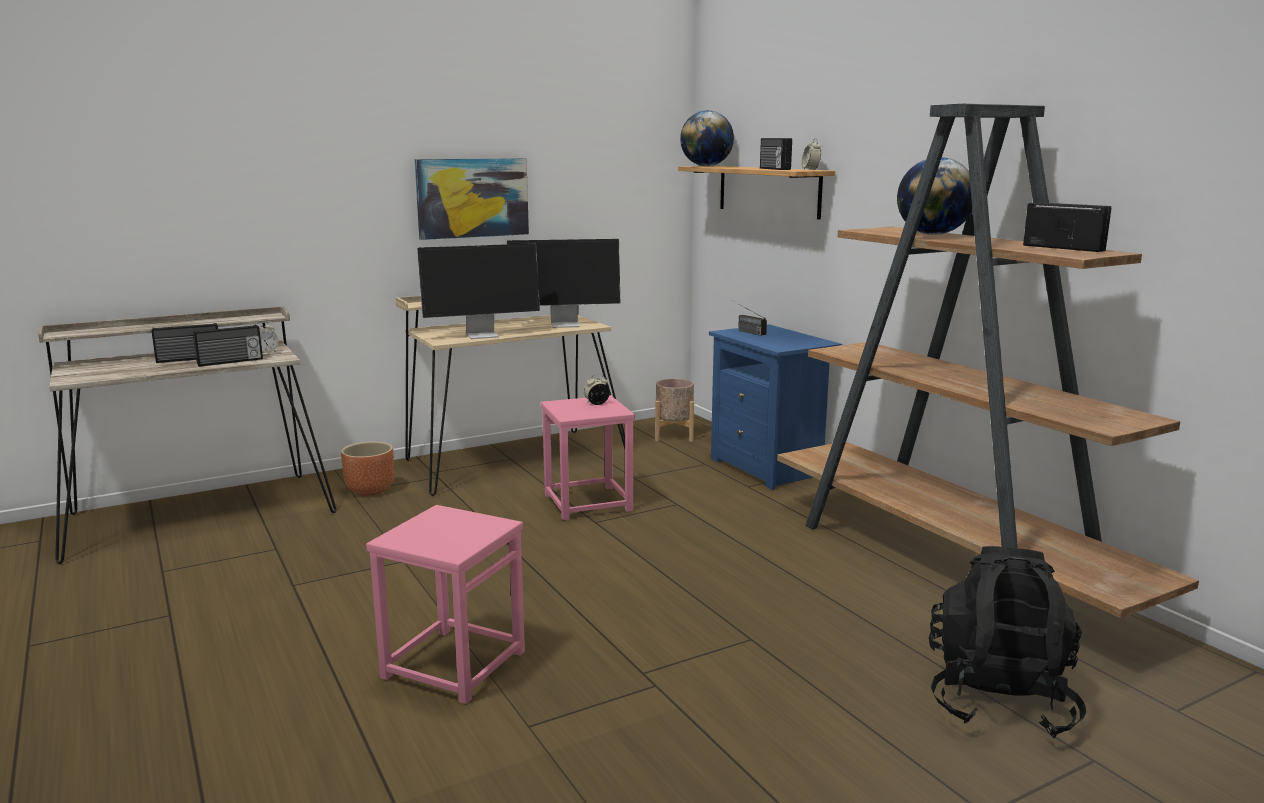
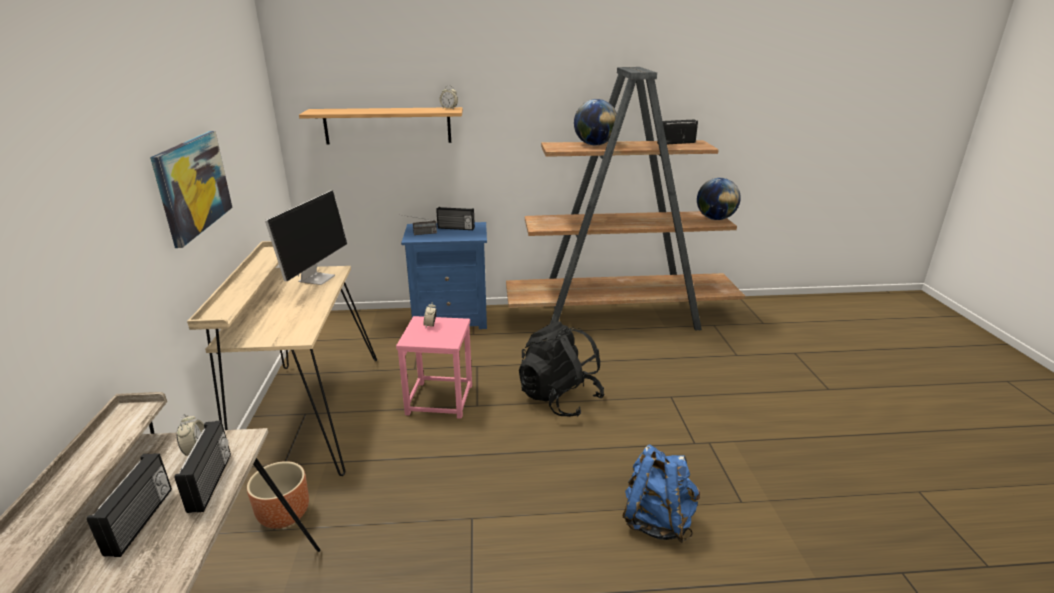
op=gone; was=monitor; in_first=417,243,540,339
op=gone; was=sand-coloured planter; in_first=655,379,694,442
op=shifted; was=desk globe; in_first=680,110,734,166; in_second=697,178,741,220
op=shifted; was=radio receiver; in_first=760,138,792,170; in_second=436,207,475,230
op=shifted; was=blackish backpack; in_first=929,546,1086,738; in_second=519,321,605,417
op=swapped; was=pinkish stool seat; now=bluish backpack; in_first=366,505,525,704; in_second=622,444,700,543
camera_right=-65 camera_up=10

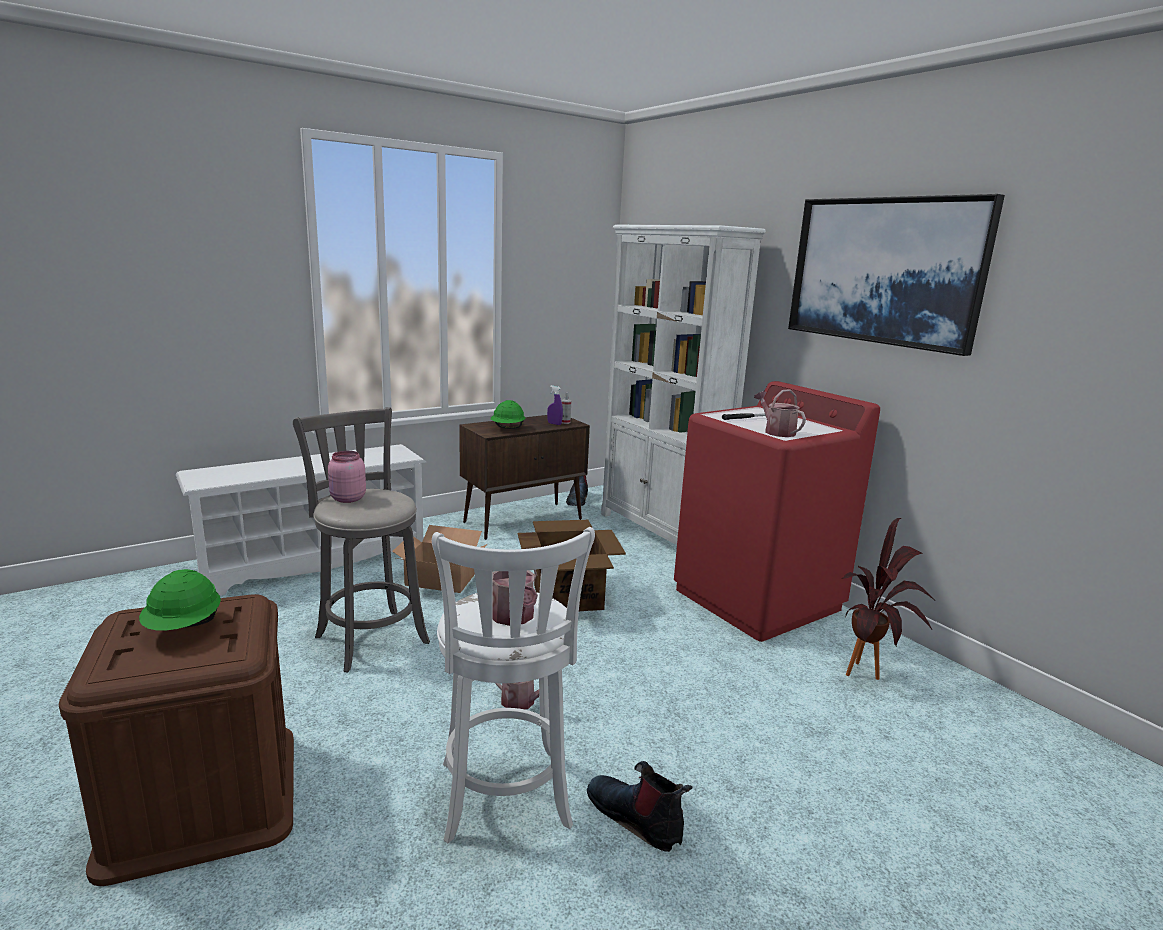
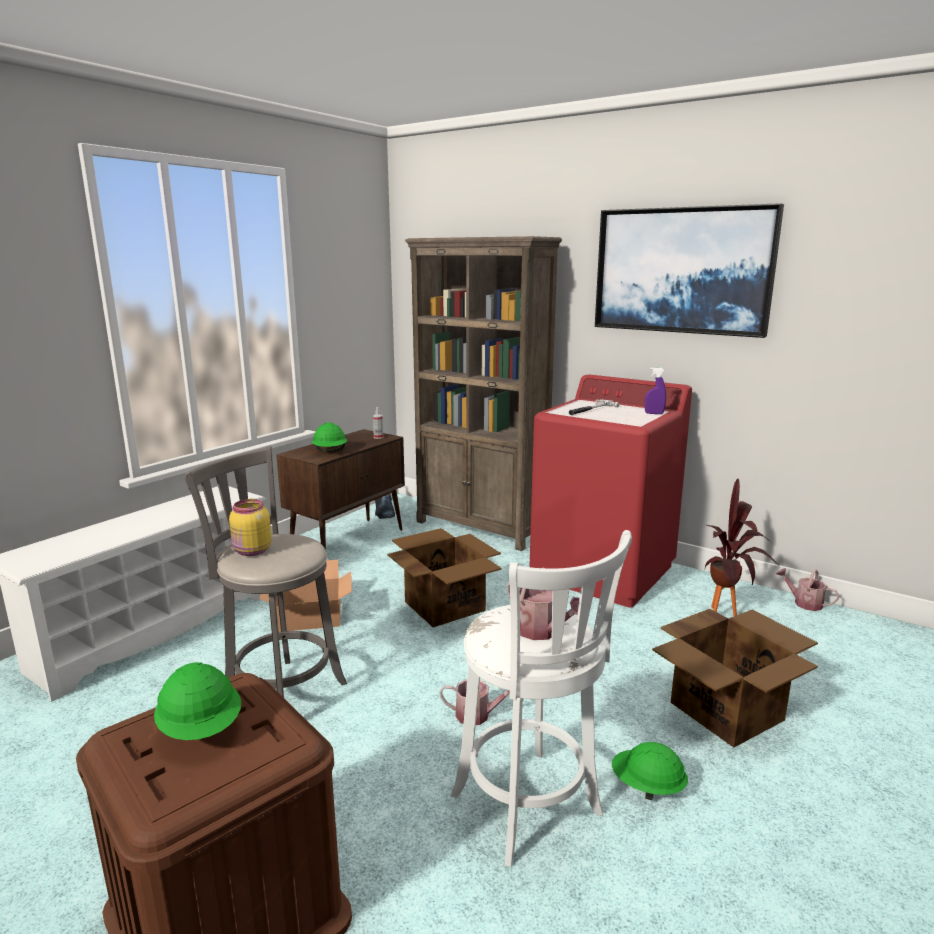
op=new; now=carton; in_second=652,609,818,748
op=shifted; was=purple-coloured spray bottle; in_first=547,385,563,425; in_second=645,367,666,414
op=shifted; was=watering can; in_first=754,389,806,437; in_second=776,568,840,611
op=swapped; was=high-top boot; now=green hard hat; in_first=587,761,692,852; in_second=612,742,688,800
op=repainted; was=pinkish storage jar; now=yellow-coloured storage jar; in_first=328,451,366,503; in_second=229,499,272,556
op=repainted; was=whitish bookshelf; now=brownish bookshelf; in_first=601,225,766,545; in_second=405,236,562,551
camera_right=-20 camera_up=0

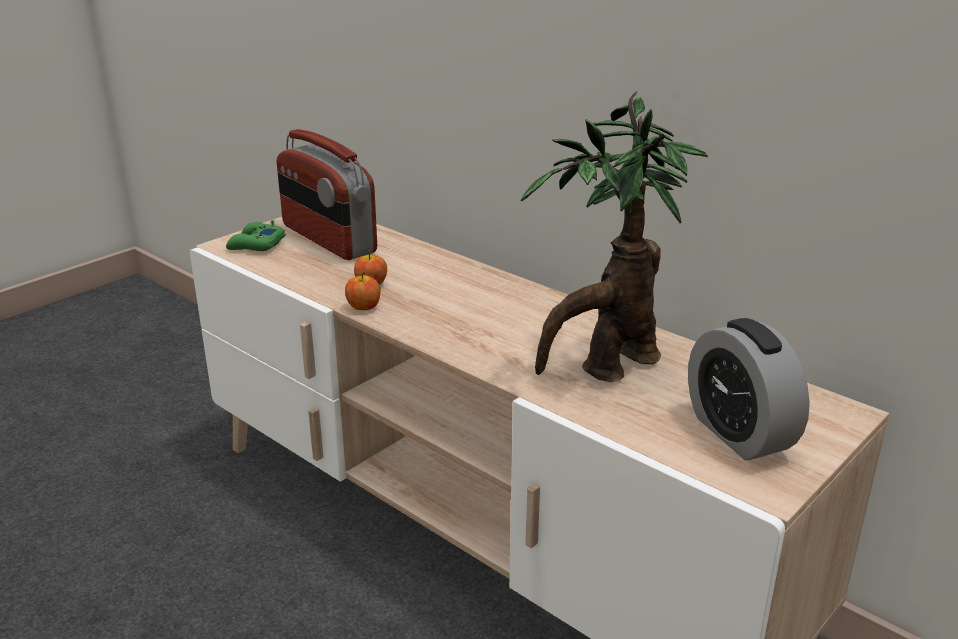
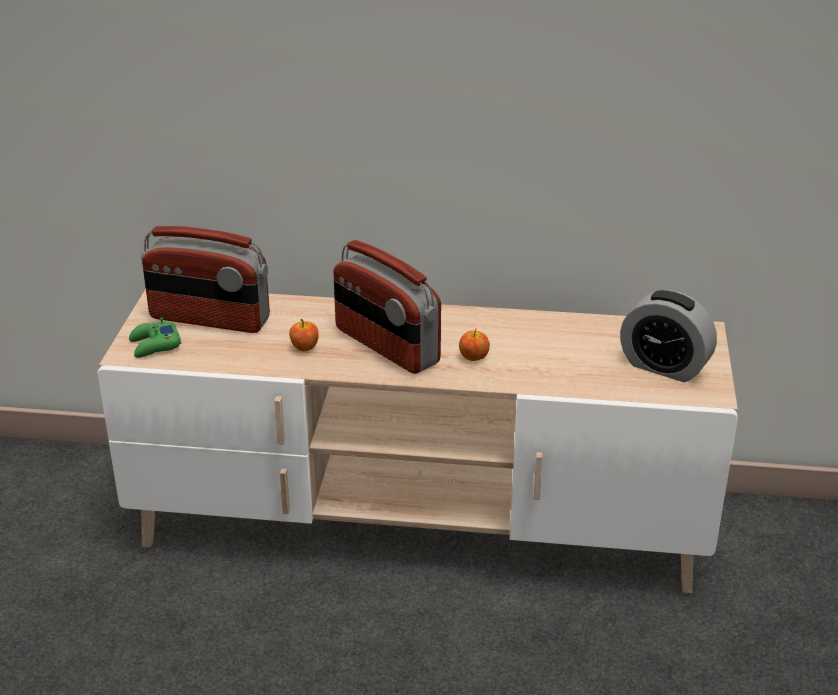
op=gone; was=potted plant; in_first=521,91,708,382
op=new; now=radio receiver; in_second=333,240,441,374
op=shifted; was=apple; in_first=345,272,381,310; in_second=459,329,490,361
camera_right=-35 camera_up=5

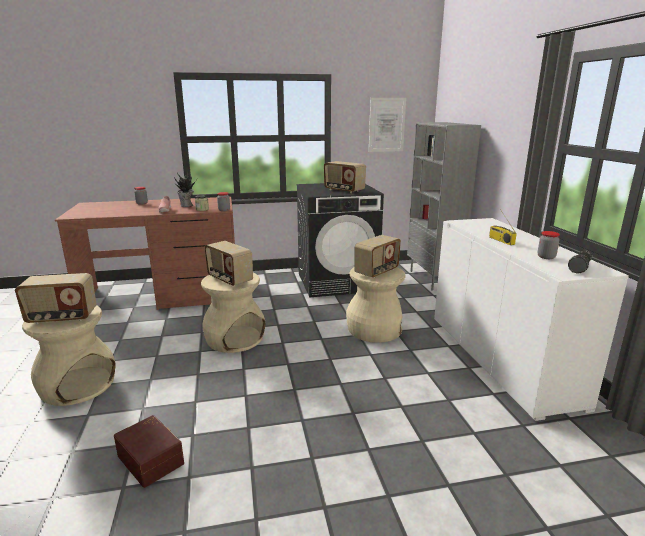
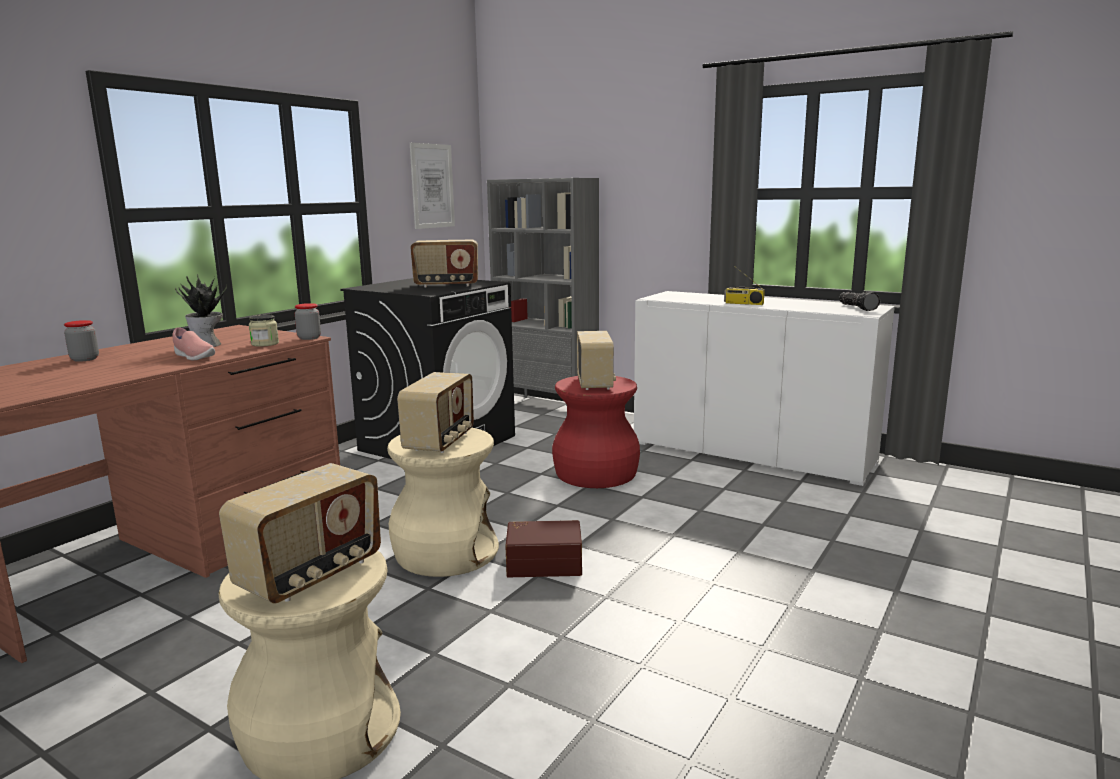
op=gone; was=storage jar; in_first=538,231,560,259
op=shifted; was=brownish storage container; in_first=114,415,184,488; in_second=505,520,582,577
op=repainted; was=sand-coloured stool seat; now=red stool seat; in_first=346,267,405,343; in_second=552,376,640,488
op=rotated; was=radio receiver; in_first=205,241,253,287; in_second=397,372,474,453; clockwise=-75
camera_right=-45 camera_up=-5

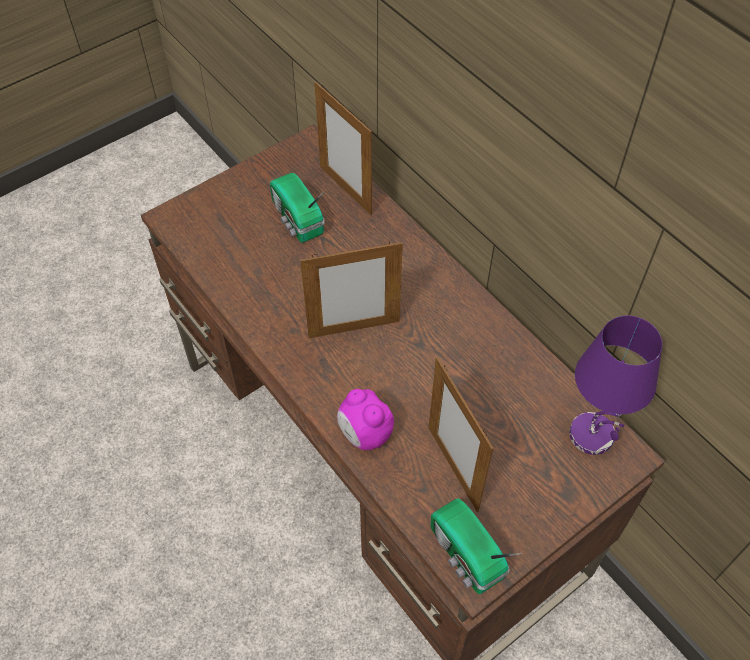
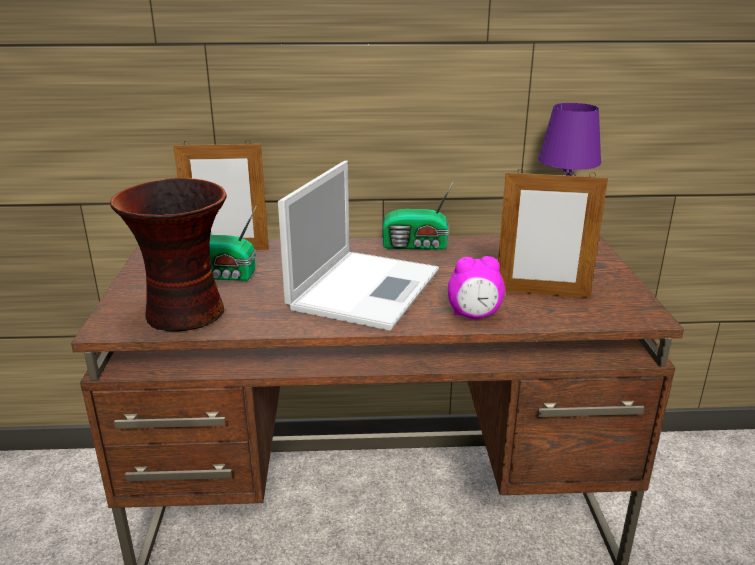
op=new; now=flower vase; in_second=110,178,227,332
op=shifted; was=radio receiver; in_first=430,498,522,594; in_second=383,181,454,250
op=swapped; was=standing frame; now=laptop; in_first=300,241,403,338; in_second=278,161,439,331
camera_right=-55 camera_up=-30

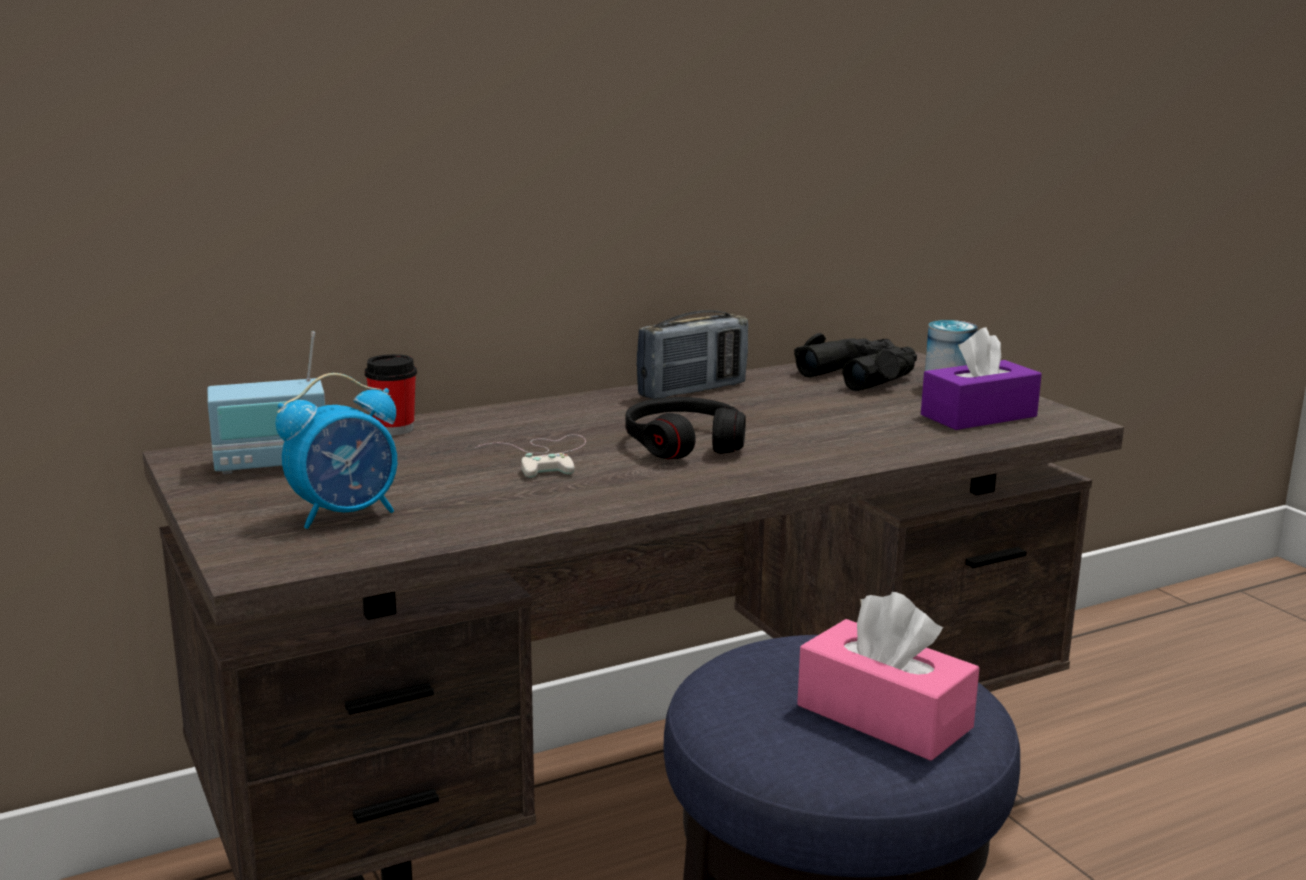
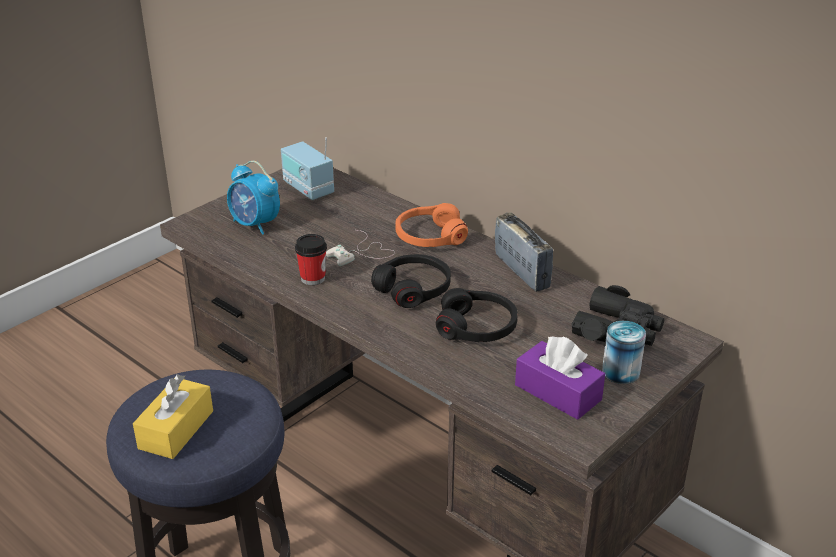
op=new; now=orange-coloured headset; in_second=395,203,468,247
op=new; now=blackish headset; in_second=436,288,518,342
op=shifted; was=cup; in_first=365,354,417,435; in_second=295,234,327,285
op=repainted; was=pinkish tissue holder; now=yellow-coloured tissue holder; in_first=797,592,980,761; in_second=133,374,213,459
op=rotated; was=radio receiver; in_first=636,310,748,399; in_second=495,212,553,292; clockwise=-150
camera_right=70 camera_up=15

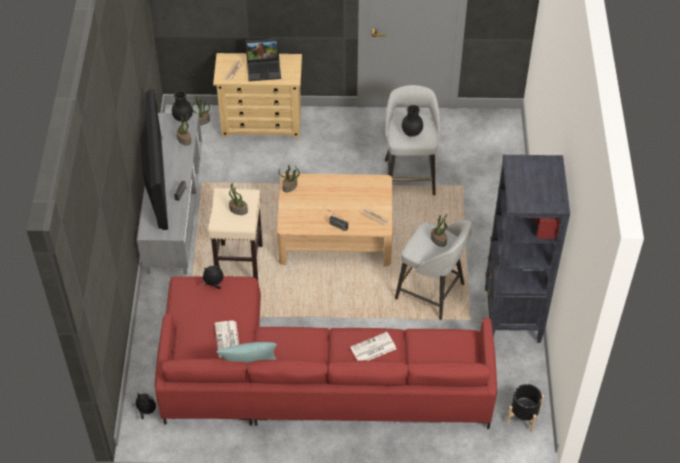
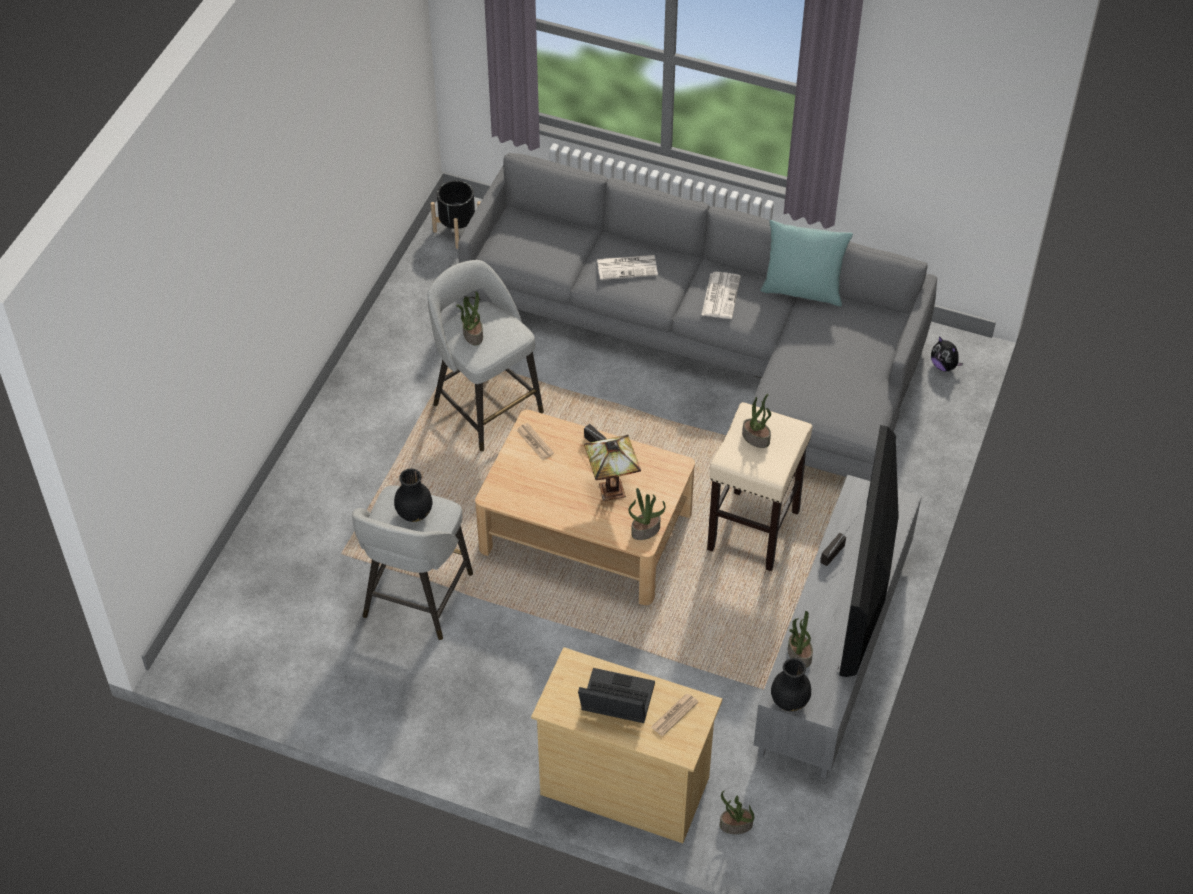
op=gone; was=plush toy; in_first=202,265,223,289
op=gone; was=blackish bookshelf; in_first=485,155,570,343
op=new; now=table lamp; in_second=584,435,641,501
op=shifted; was=printed paper; in_first=215,321,239,357; in_second=702,272,741,319
op=repainted; was=red couch; now=grey couch; in_first=155,276,497,429; in_second=458,153,937,481
camera_right=-160 camera_up=0

